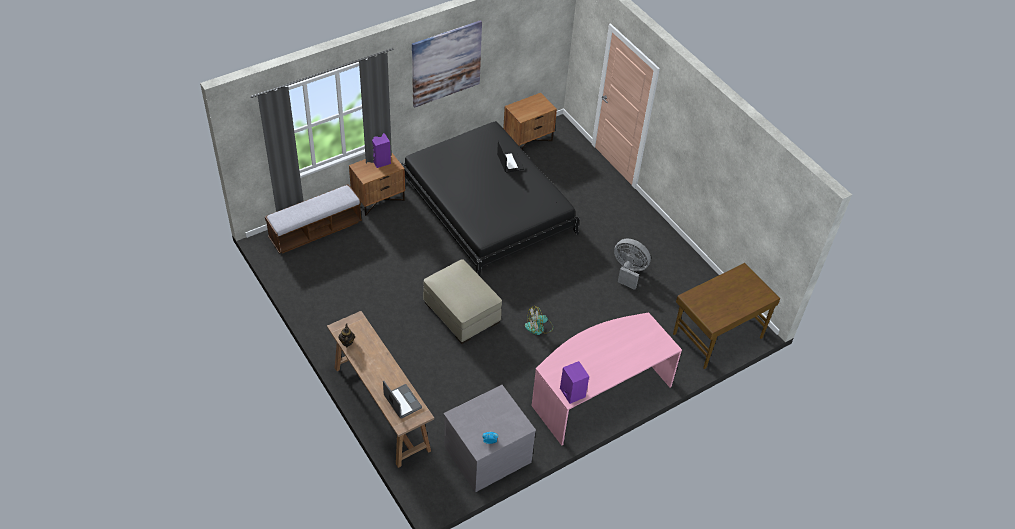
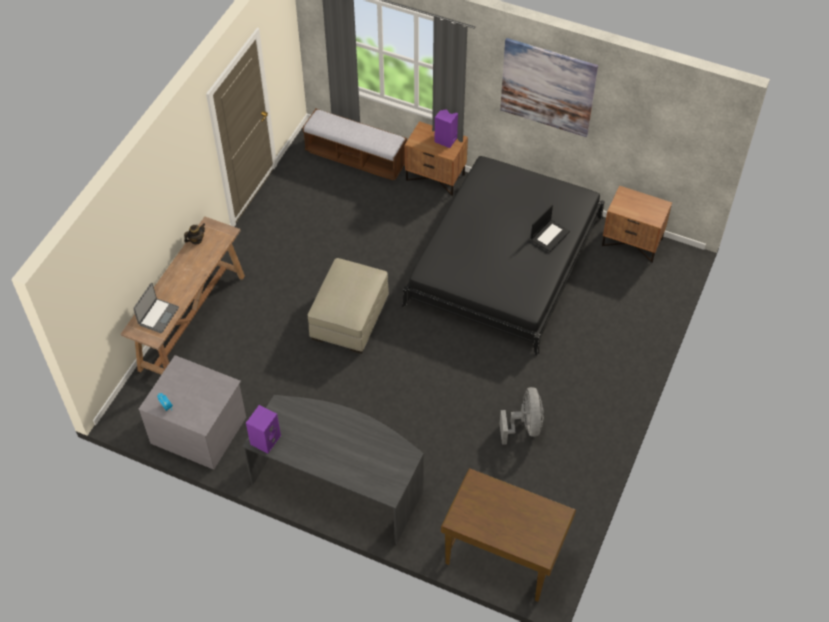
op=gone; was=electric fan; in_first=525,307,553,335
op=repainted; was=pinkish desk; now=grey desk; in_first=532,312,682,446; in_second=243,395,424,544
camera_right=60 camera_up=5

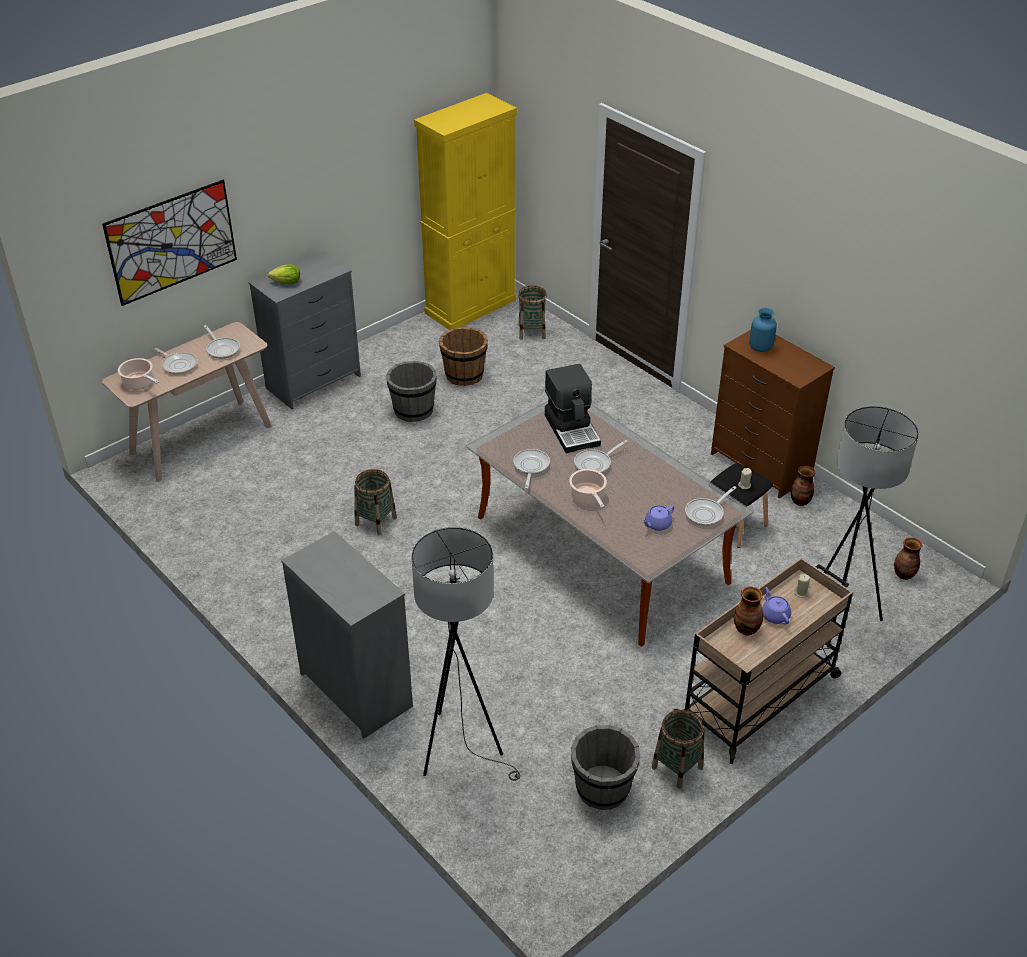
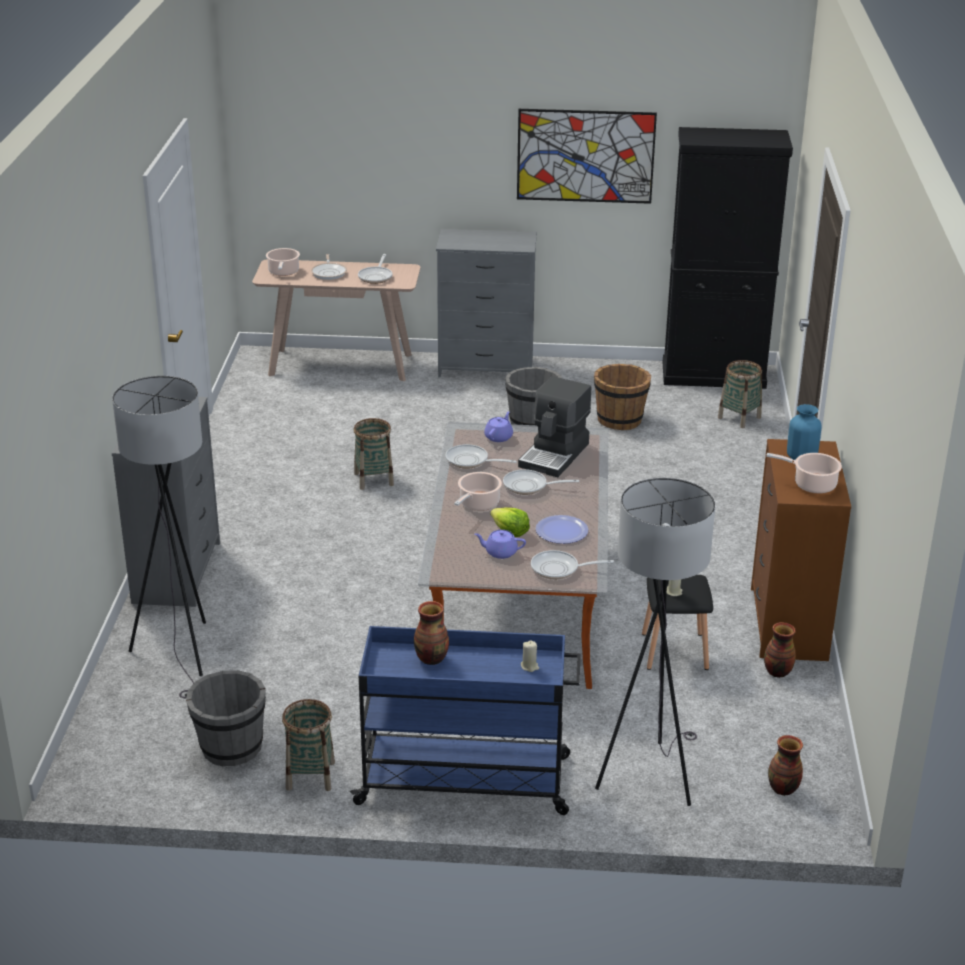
op=new; now=flat dish; in_second=536,515,588,544
op=new; now=stockpot; in_second=766,453,842,494
op=shifted; was=wall art; in_first=102,180,237,306; in_second=517,109,657,204
op=shifted; was=lettuce; in_first=268,264,300,284; in_second=490,507,530,537
op=shifted; was=purple-coloured tea pot; in_first=762,587,791,624; in_second=484,411,513,442
op=repainted; was=yellow-coloured cupboard; now=blackish cupboard; in_first=414,93,517,330; in_second=663,127,793,389
op=repainted; was=sand-coloured cart; now=bluish cart; in_first=674,558,853,764; in_second=350,626,580,815
op=rotated; was=frying pan; in_first=513,449,550,489; in_second=445,444,517,469; clockwise=-120
camera_right=45 camera_up=-10

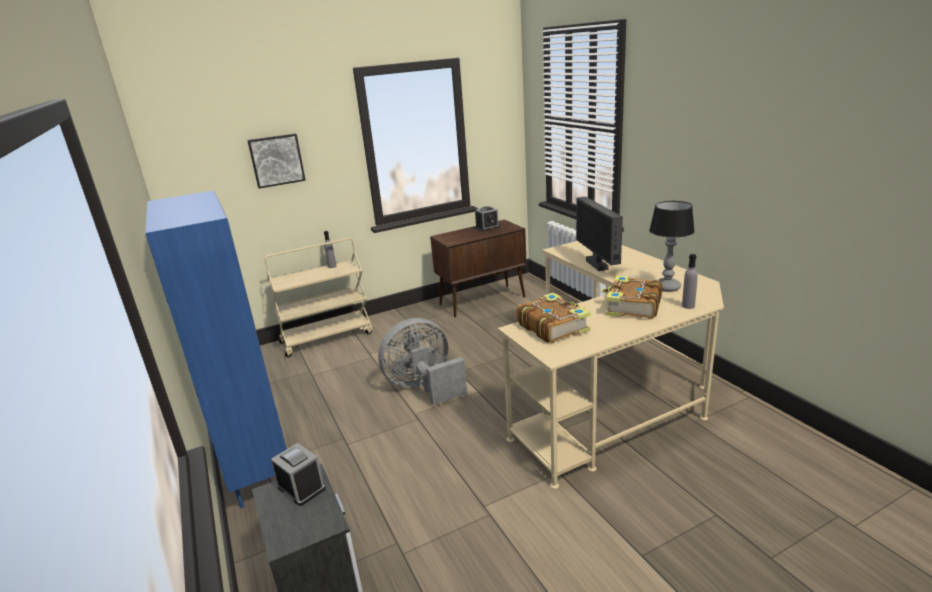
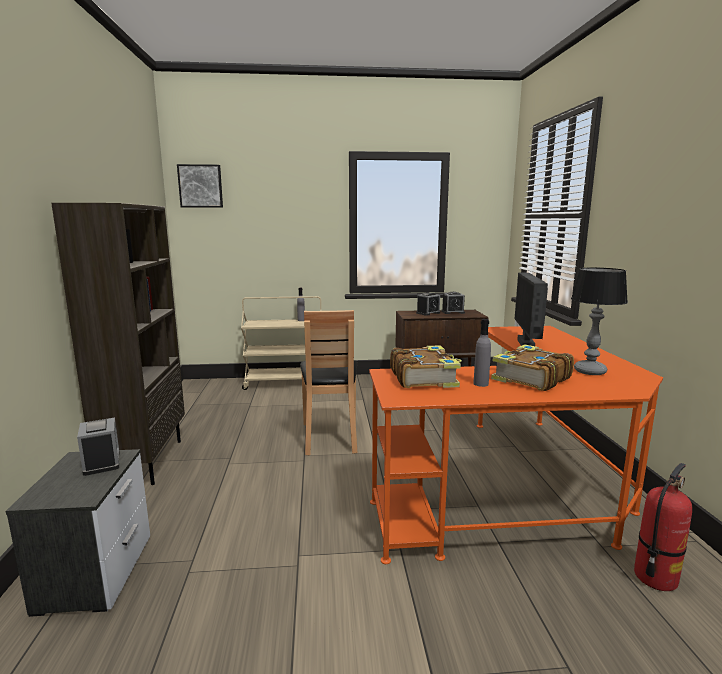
op=new; now=table clock; in_second=416,292,440,316
op=new; now=extinguisher; in_second=634,463,692,591
op=shifted; was=wall art; in_first=247,134,306,188; in_second=177,164,223,208
op=shifted; was=grey bottle; in_first=682,254,698,309; in_second=473,319,491,387
op=swapped; was=grey electric fan; now=brownish chair; in_first=378,318,467,406; in_second=300,310,358,455
op=repainted; was=bluish bookshelf; now=brownish bookshelf; in_first=145,190,287,508; in_second=51,203,185,485
op=repainted; was=sand-coloured desk; now=orange-coloured desk; in_first=498,241,724,489; in_second=369,326,663,564
camera_right=20 camera_up=-10

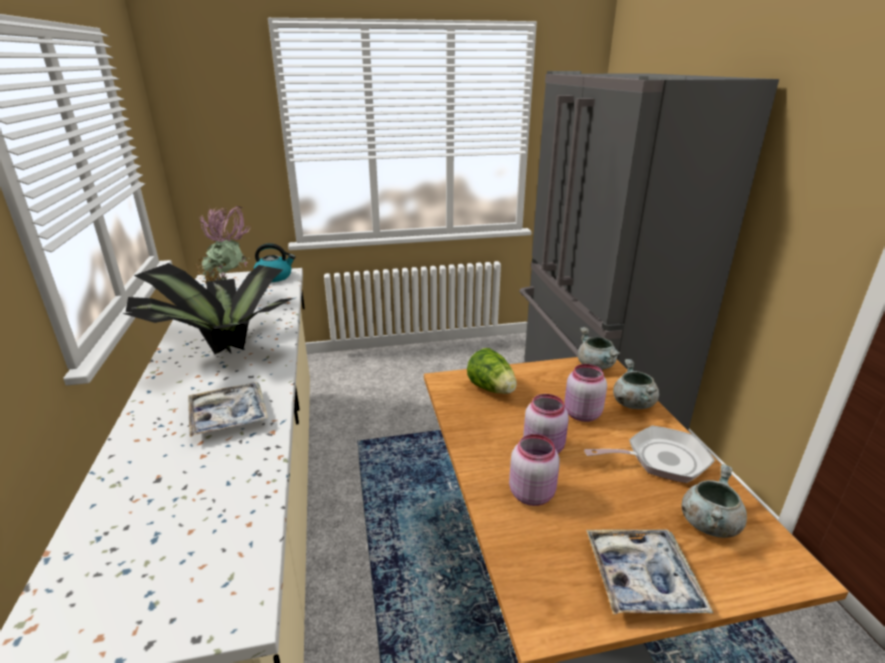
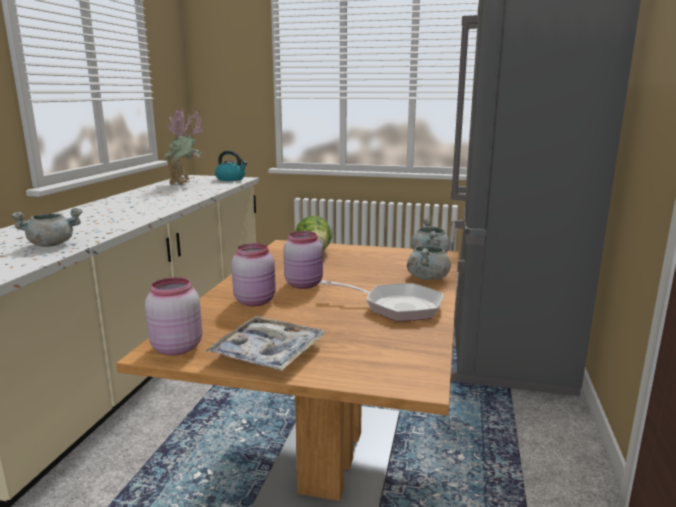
op=gone; was=potted plant; in_first=122,263,293,354
op=gone; was=tray; in_first=188,382,268,437
op=shifted; was=pinkish storage jar; in_first=564,364,607,422; in_second=145,277,202,356
op=shifted; was=grey stockpot; in_first=682,464,747,538; in_second=11,208,83,247
camera_right=25 camera_up=-10

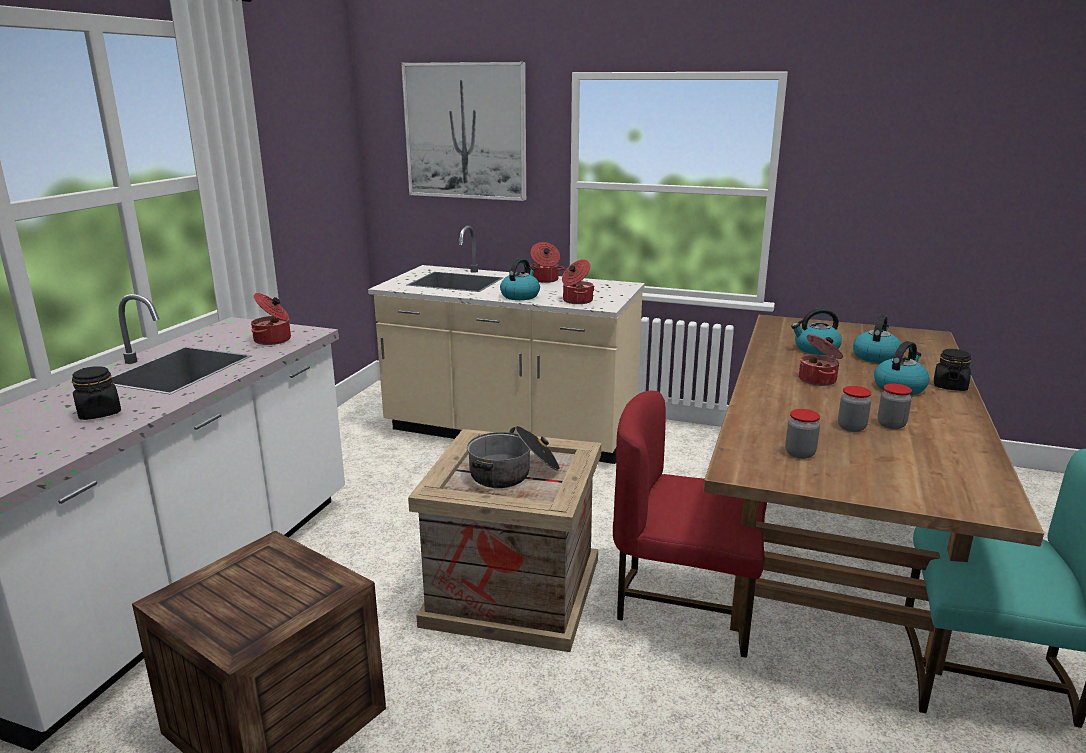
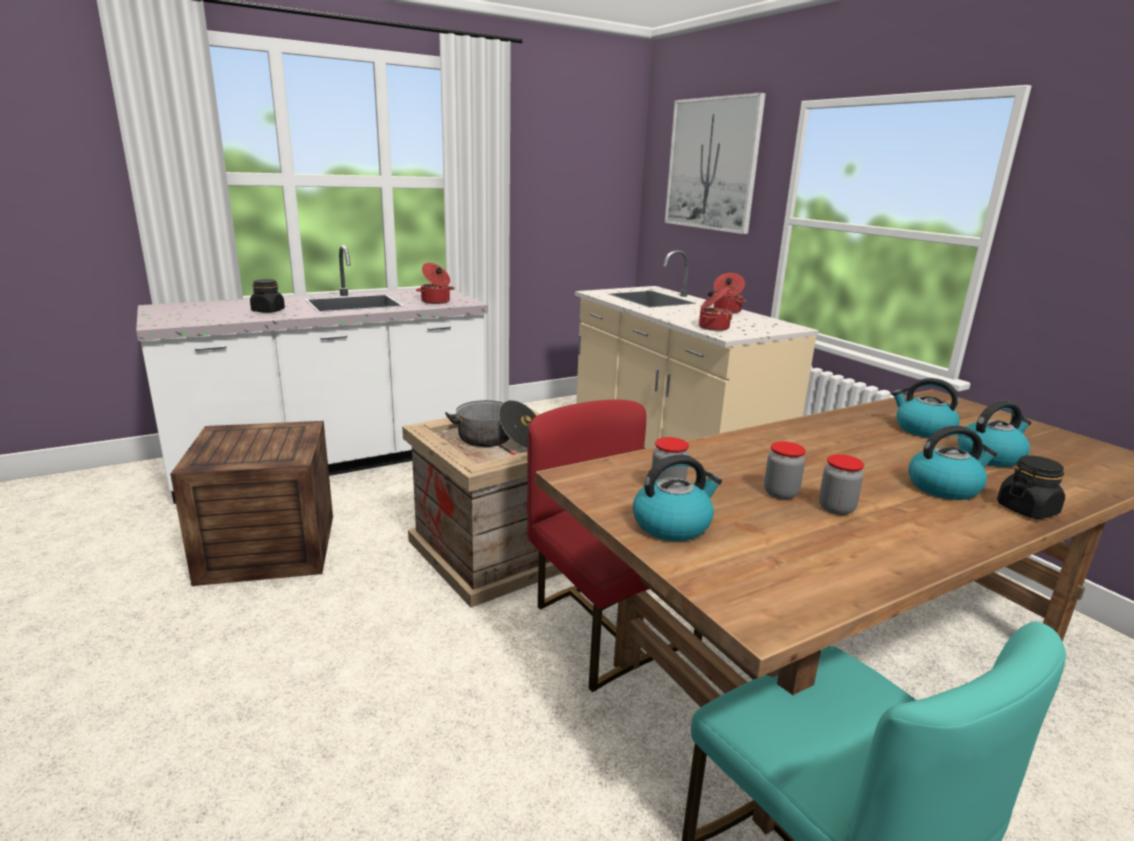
op=gone; was=stockpot; in_first=799,334,843,386
op=shifted; was=kettle; in_first=500,258,540,300; in_second=633,454,722,541
camera_right=40 camera_up=0

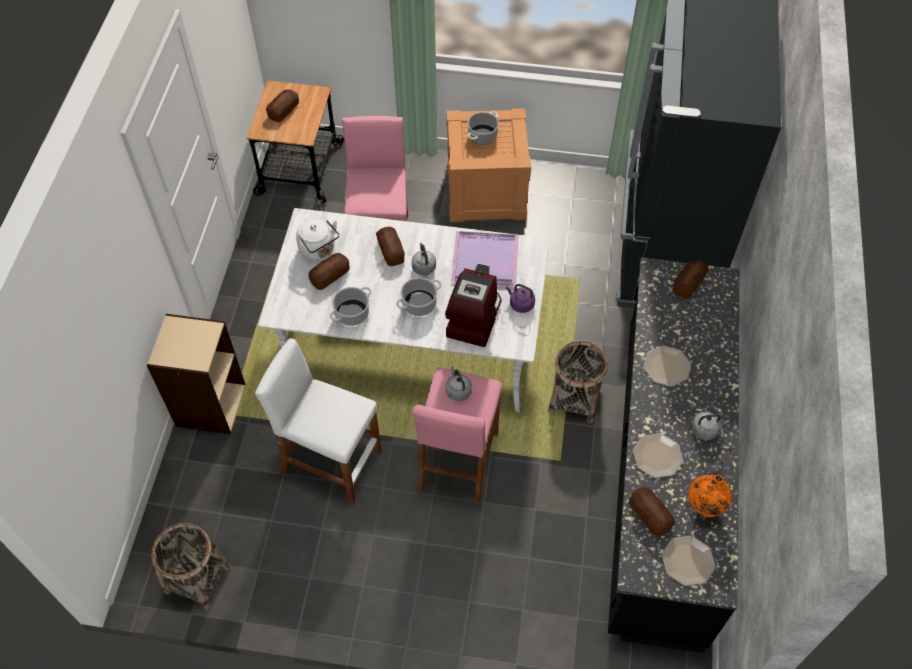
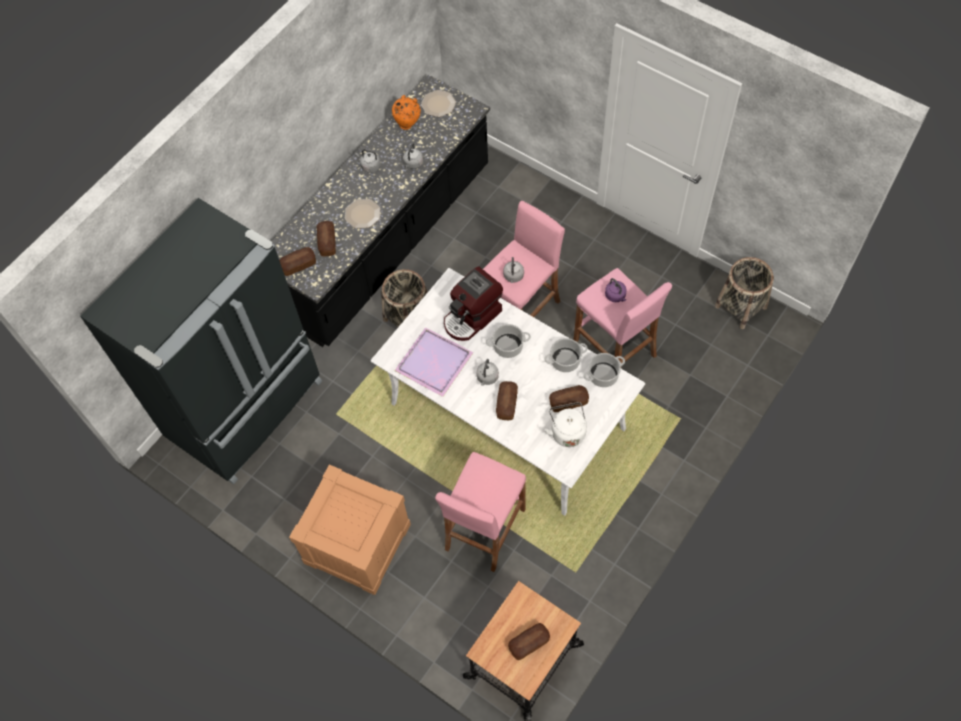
op=gone; was=sand-coloured bookshelf; in_first=147,314,245,434
op=shifted; was=stockpot; in_first=467,111,499,145; in_second=584,353,625,387
op=shifted; was=purple-coloured kettle; in_first=506,284,535,313; in_second=605,278,627,302
op=shifted; was=baked bread; in_first=629,487,675,537; in_second=317,221,336,256
op=swapped; was=flat dish; now=grey kettle; in_first=633,433,683,478; in_second=403,143,423,169
op=repainted; was=whitish stool seat; now=pinkish stool seat; in_first=255,338,382,504; in_second=574,268,672,363
camera_right=-150 camera_up=5

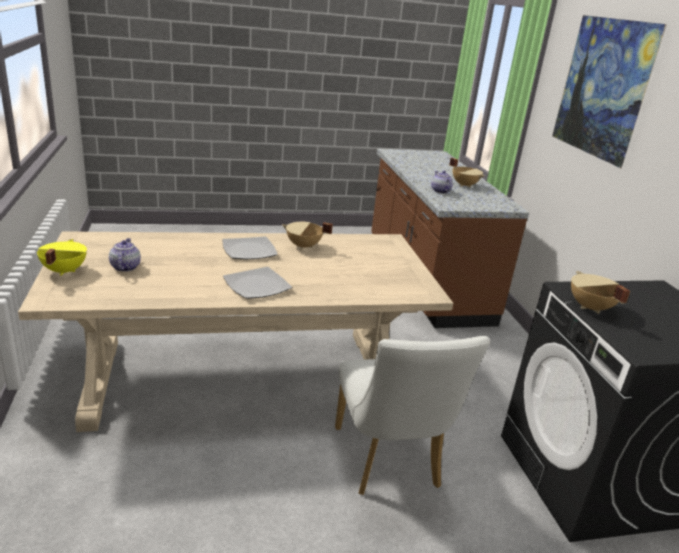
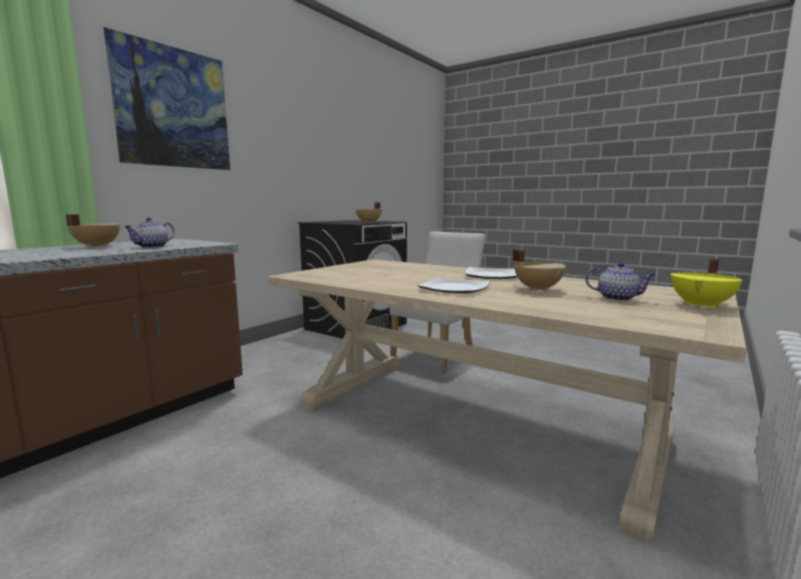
op=shifted; was=sand-coloured stockpot; in_first=282,222,333,250; in_second=512,249,566,292
op=rotated; was=tea pot; in_first=109,238,141,272; in_second=586,262,656,301; clockwise=-105
camera_right=-130 camera_up=-15

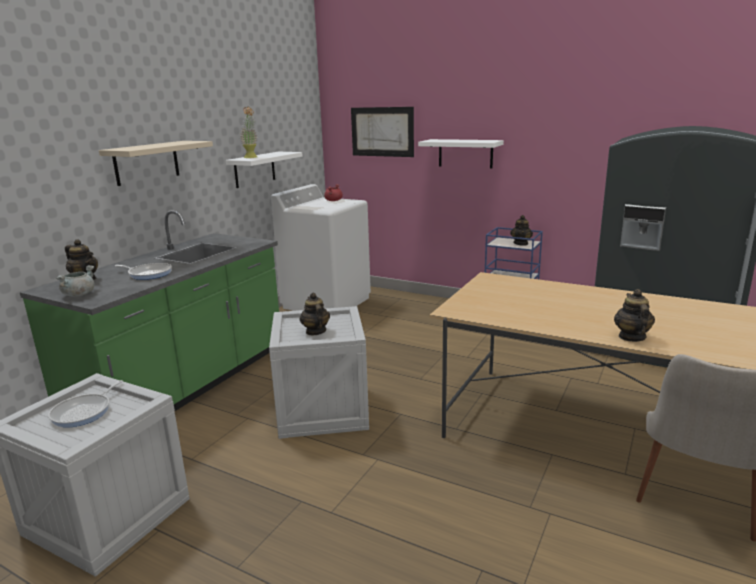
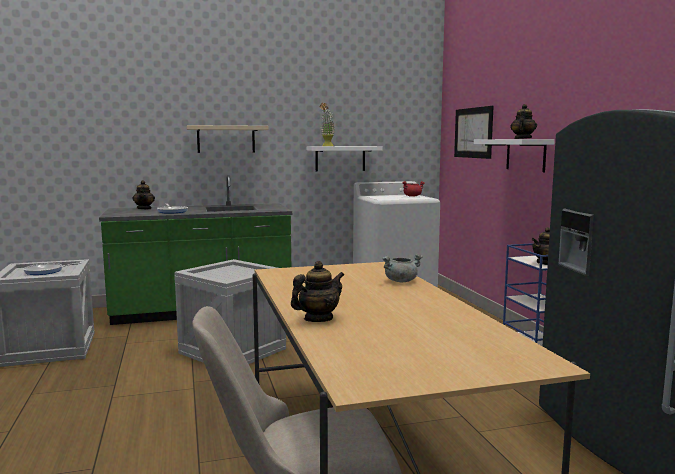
op=shifted; was=grey stockpot; in_first=56,265,95,297; in_second=382,254,423,282
op=shifted; was=tea pot; in_first=300,293,330,335; in_second=510,104,537,139
camera_right=45 camera_up=-10

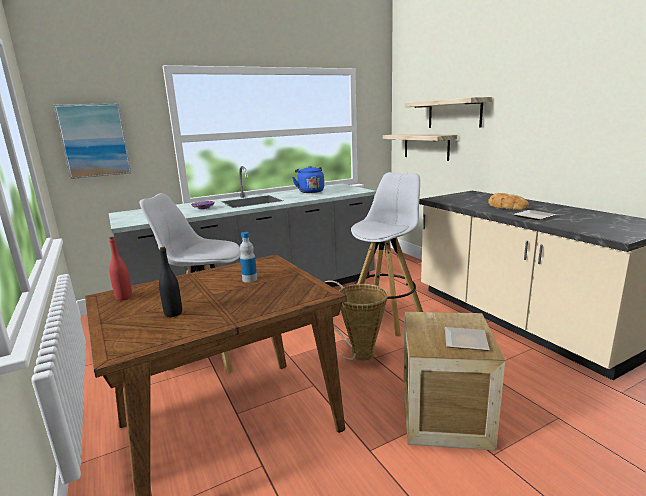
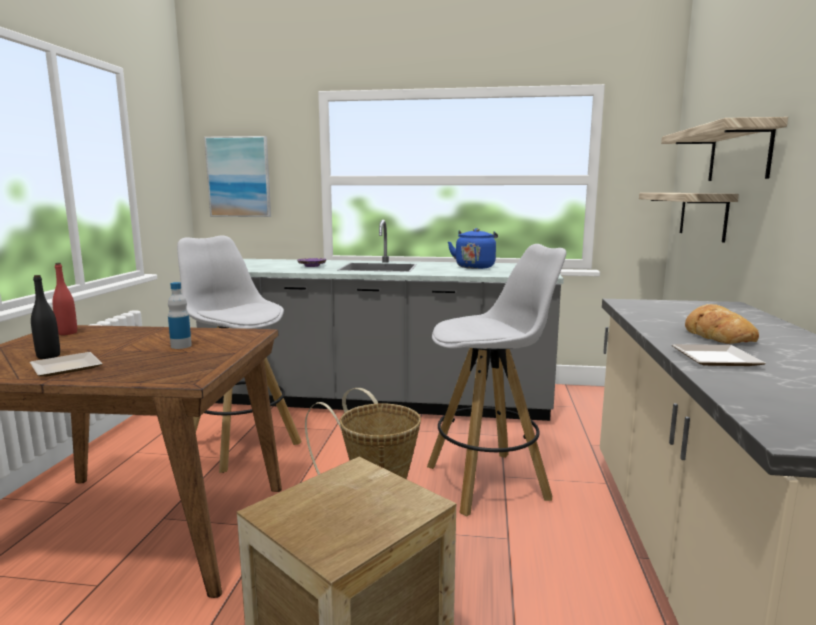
op=shifted; was=flat dish; in_first=445,327,489,351; in_second=30,352,102,376
camera_right=35 camera_up=-5

